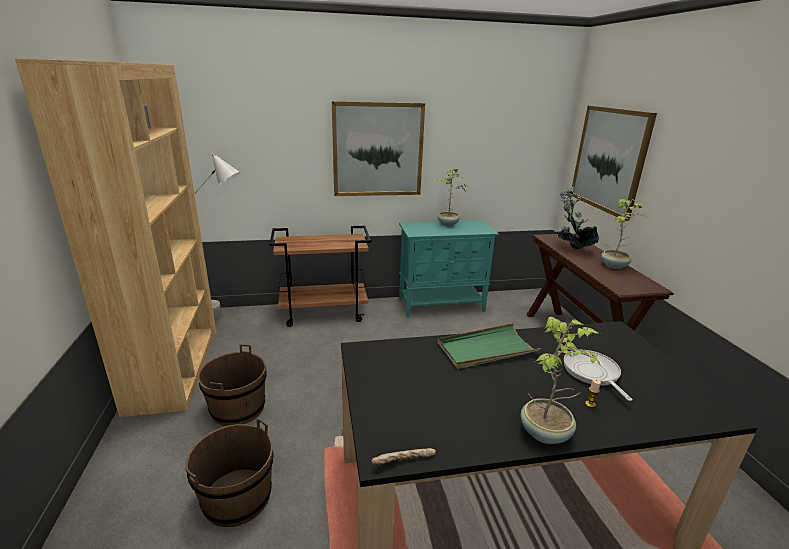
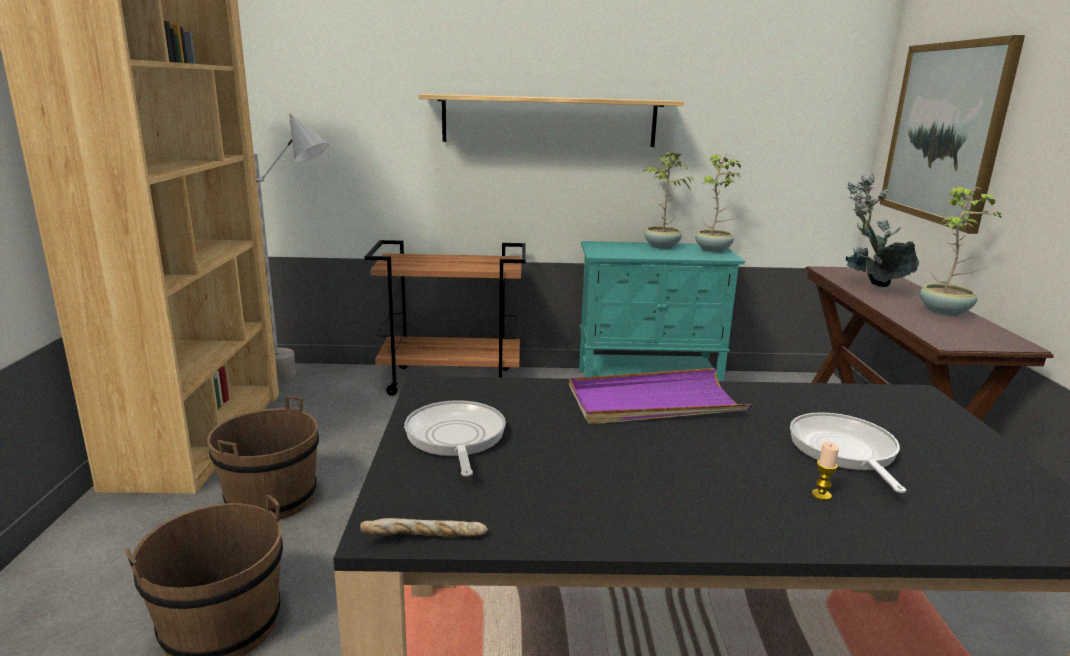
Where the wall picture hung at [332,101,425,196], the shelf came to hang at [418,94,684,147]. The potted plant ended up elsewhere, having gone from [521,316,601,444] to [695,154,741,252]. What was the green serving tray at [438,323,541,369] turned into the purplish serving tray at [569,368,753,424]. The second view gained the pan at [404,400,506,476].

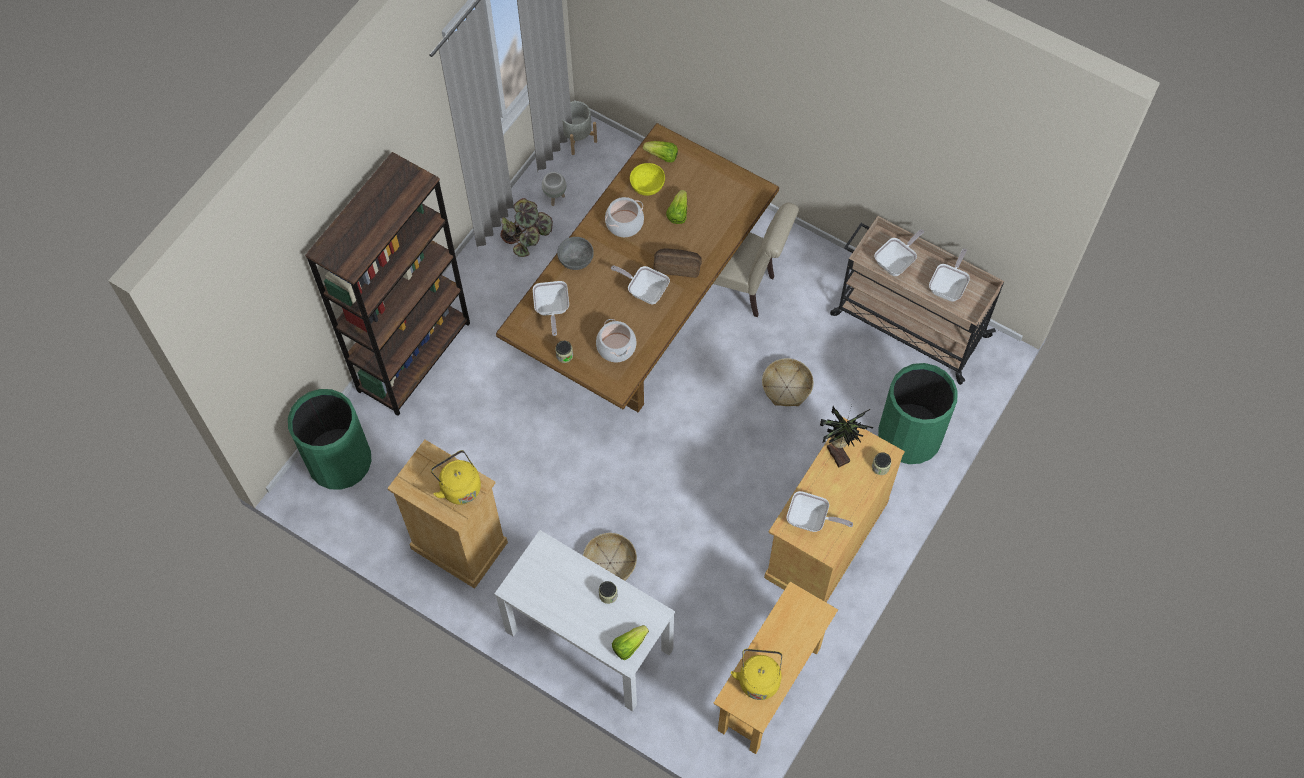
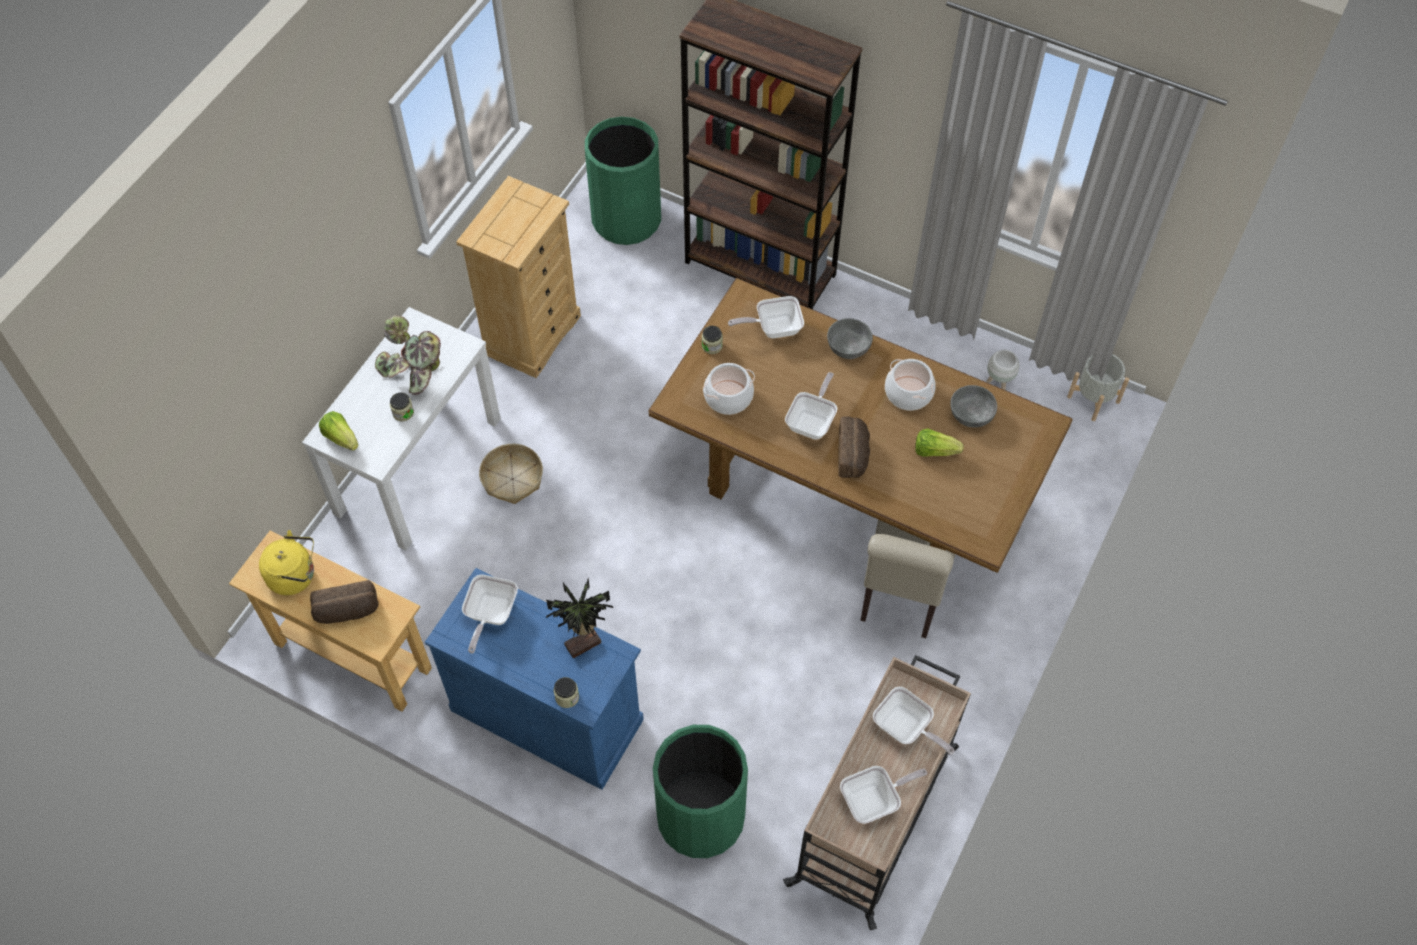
The second view lost the lettuce head at [643,141,678,163]. What was the yellow deep dish at [630,163,665,196] turned into the greyish deep dish at [950,385,997,428]. The potted plant ended up elsewhere, having gone from [500,198,553,257] to [375,315,441,395]. The pan at [929,248,970,302] ended up facing another way, 45 degrees counterclockwise from before. The second view lost the basket at [762,358,814,406]. What was the beige cupboard at [764,417,905,602] turned into the bluish cupboard at [425,568,644,790]. The second view lost the yellow water kettle at [431,450,481,505]. The second view gained the bread at [310,580,379,624].

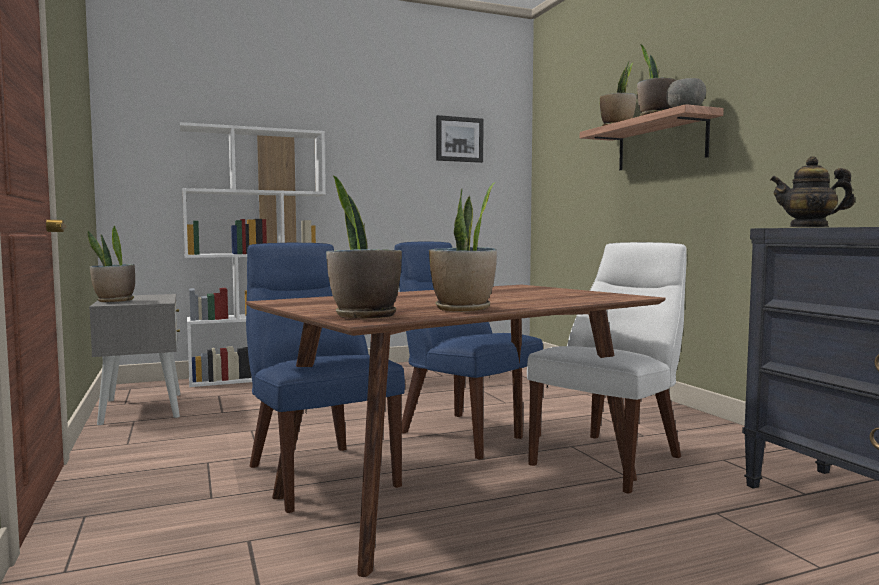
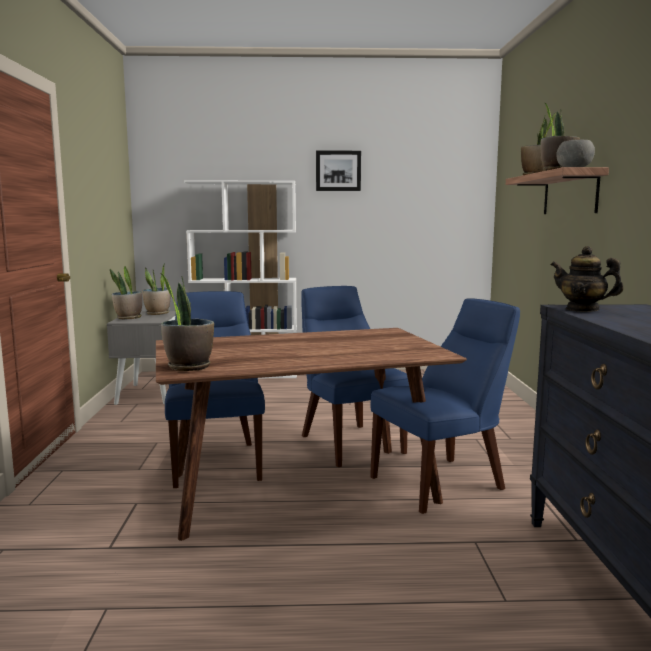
The wall picture ended up elsewhere, having gone from [436,115,484,163] to [316,151,361,191]. The potted plant ended up elsewhere, having gone from [429,183,497,312] to [142,265,170,315]. What was the white plain chair at [527,242,687,494] turned into the bluish plain chair at [370,298,520,514].

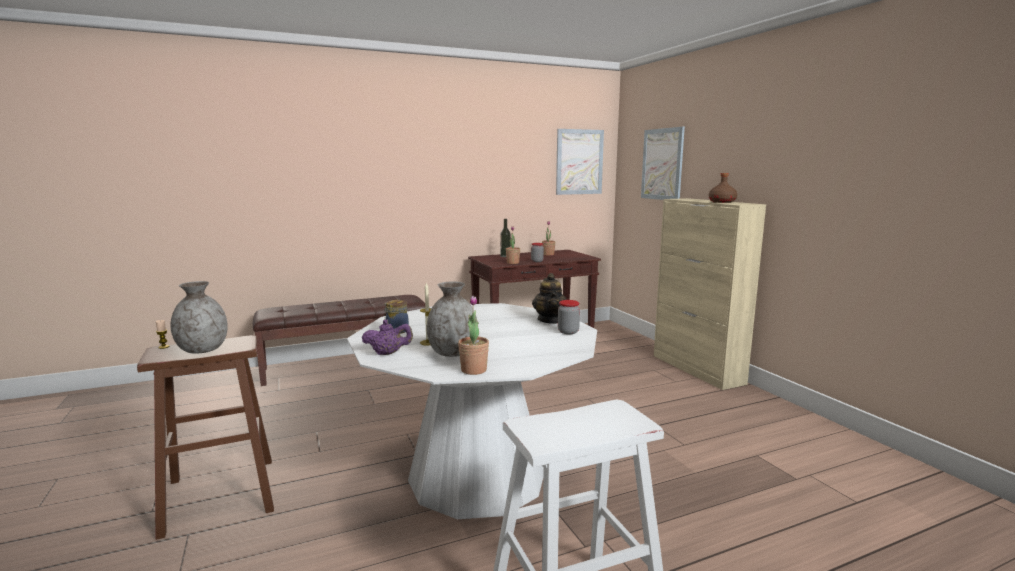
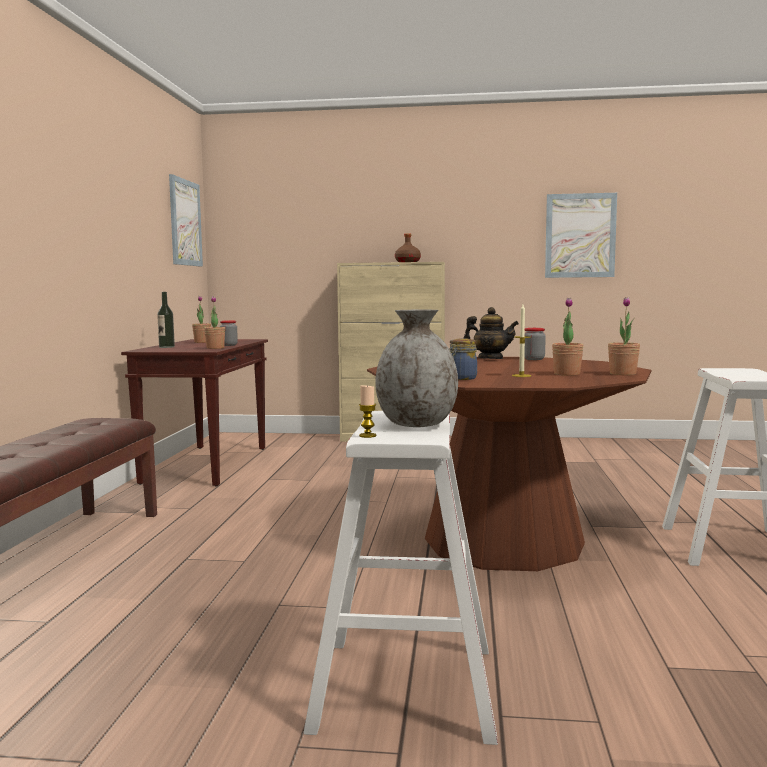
The wall picture ended up elsewhere, having gone from [641,127,685,200] to [545,193,617,278]. Where the greyish vase stood at [426,281,477,357], the potted plant came to stand at [552,298,584,376]. What was the white dining table at [347,303,597,519] turned into the brown-coloured dining table at [367,357,651,571]. The second view lost the purplish teapot at [362,320,413,355]. What was the brown-coloured stool seat at [137,335,274,540] turned into the white stool seat at [303,411,498,745].

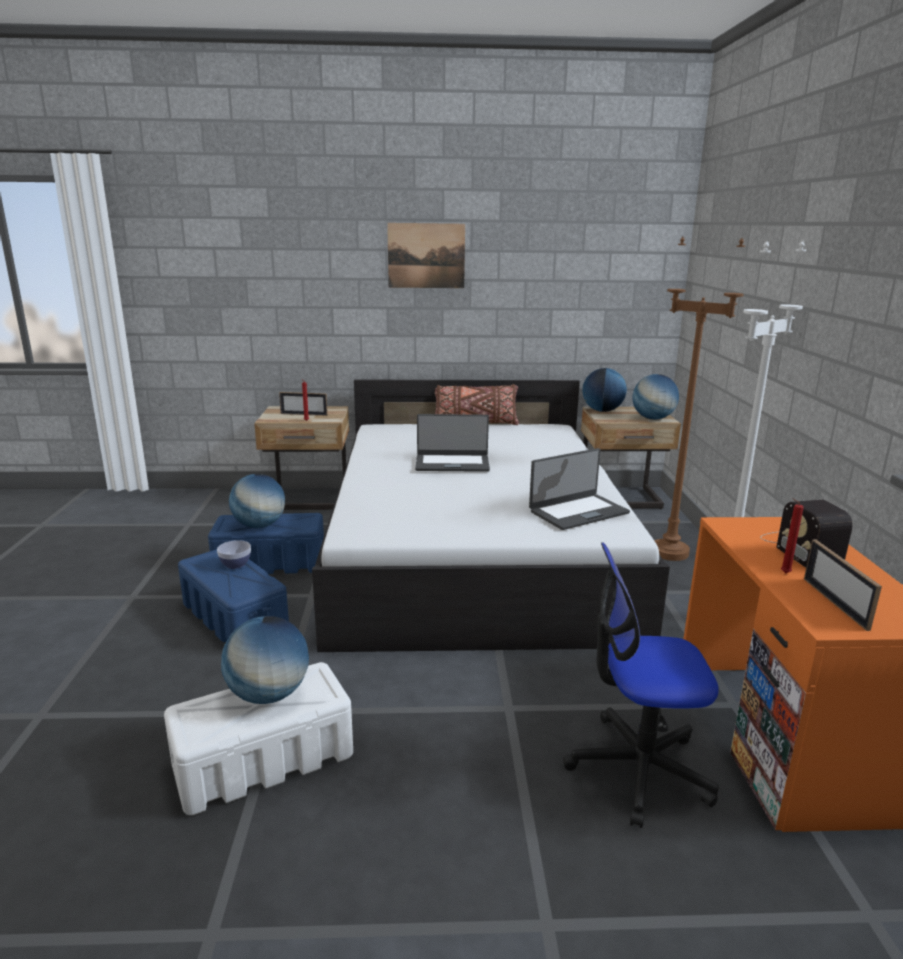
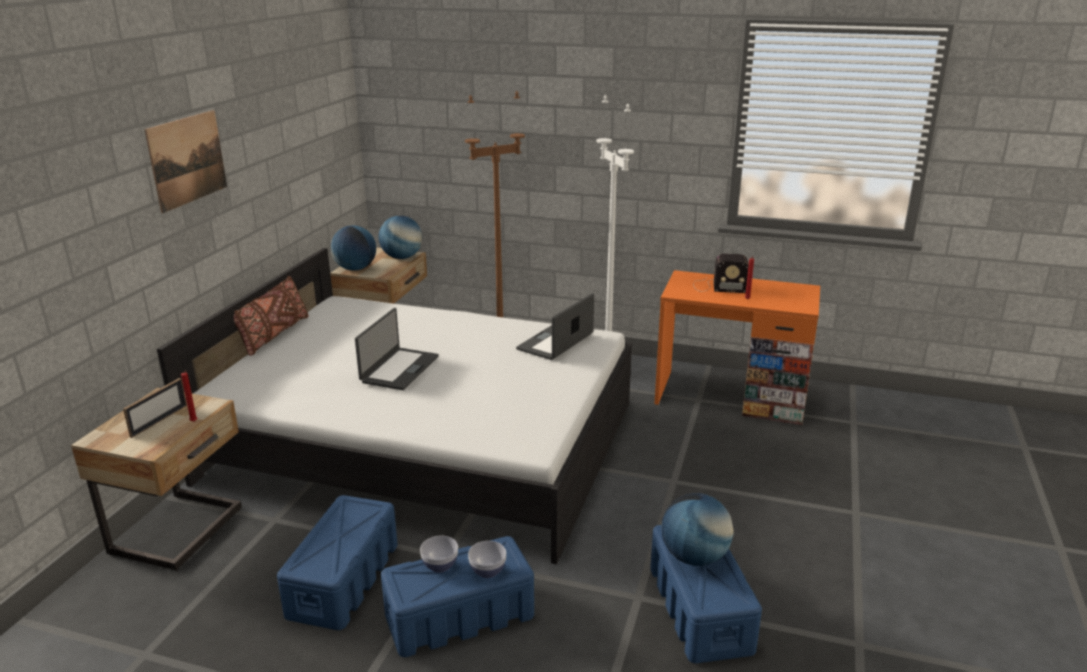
The notebook computer at [529,448,630,530] ended up facing another way, 135 degrees counterclockwise from before. The second view lost the world globe at [229,474,285,528]. The second view lost the photo frame at [804,539,882,631]. The second view lost the office chair at [563,543,719,828]. What was the white storage container at [164,662,353,815] turned into the bluish storage container at [650,525,762,663]. The second view gained the deep dish at [468,541,506,578].

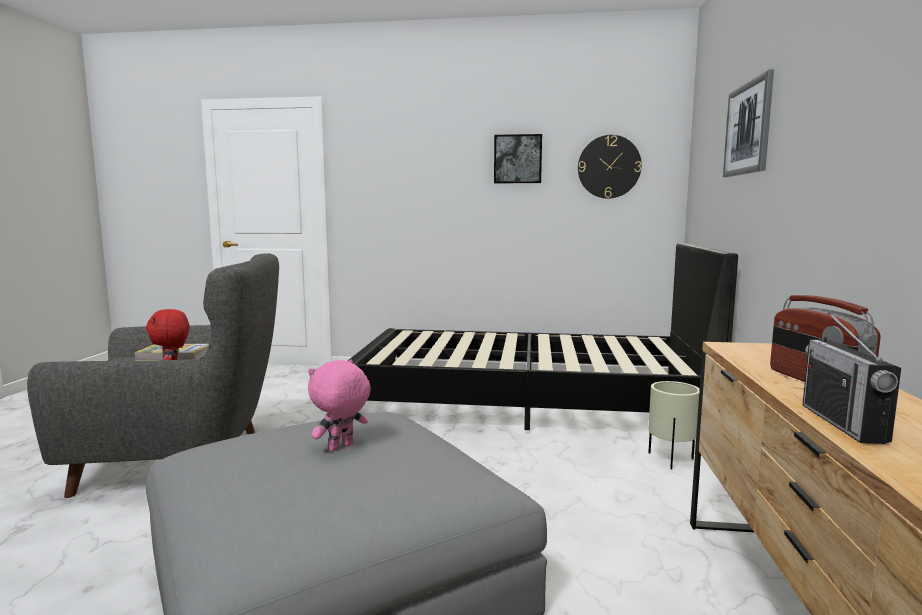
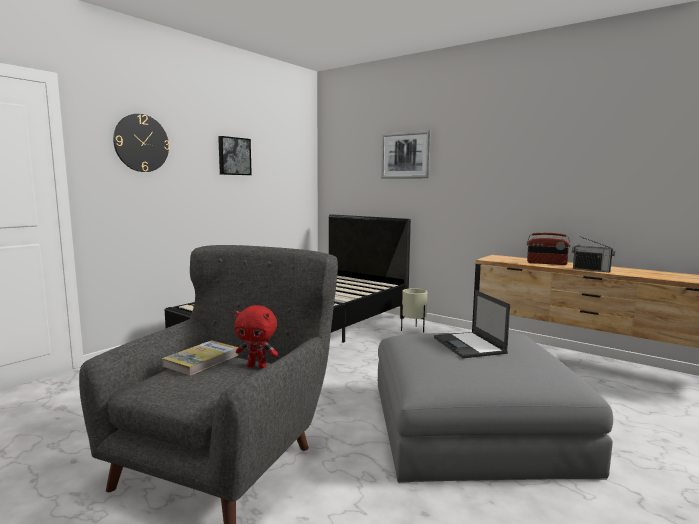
The wall clock ended up elsewhere, having gone from [578,135,642,199] to [113,114,170,172]. Where the pink-coloured cuddly toy stood at [308,360,371,451], the notebook computer came to stand at [434,290,510,358].

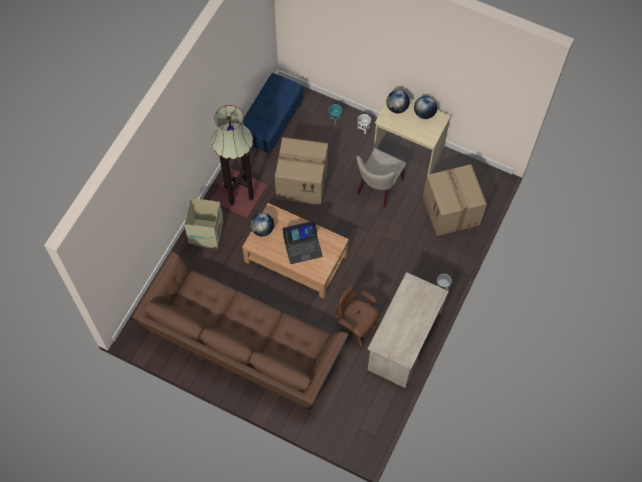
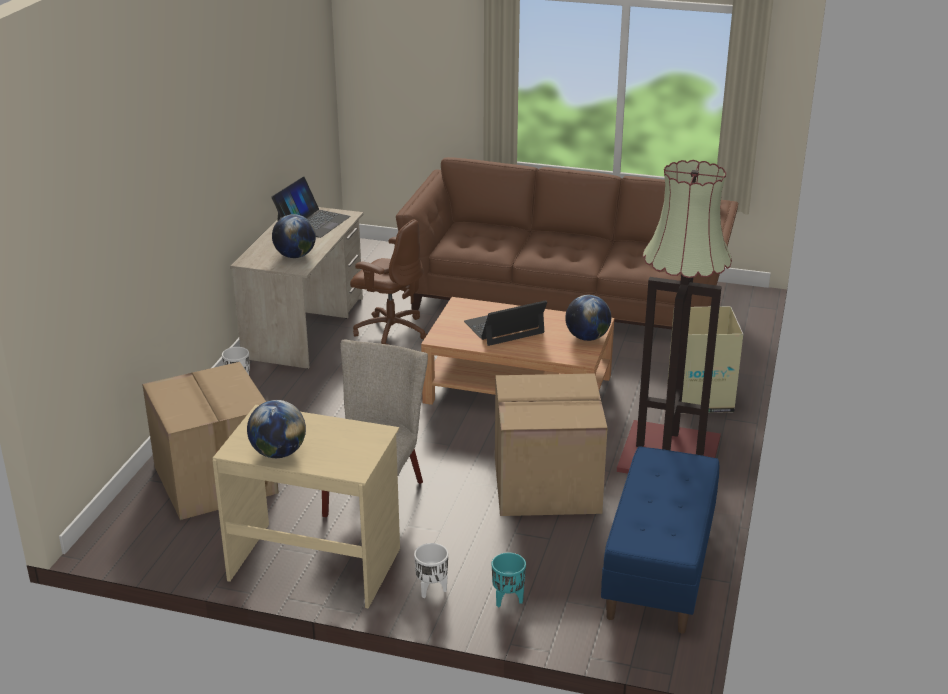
The world globe ended up elsewhere, having gone from [386,90,410,113] to [272,214,316,258]. The second view gained the notebook computer at [271,177,351,238].

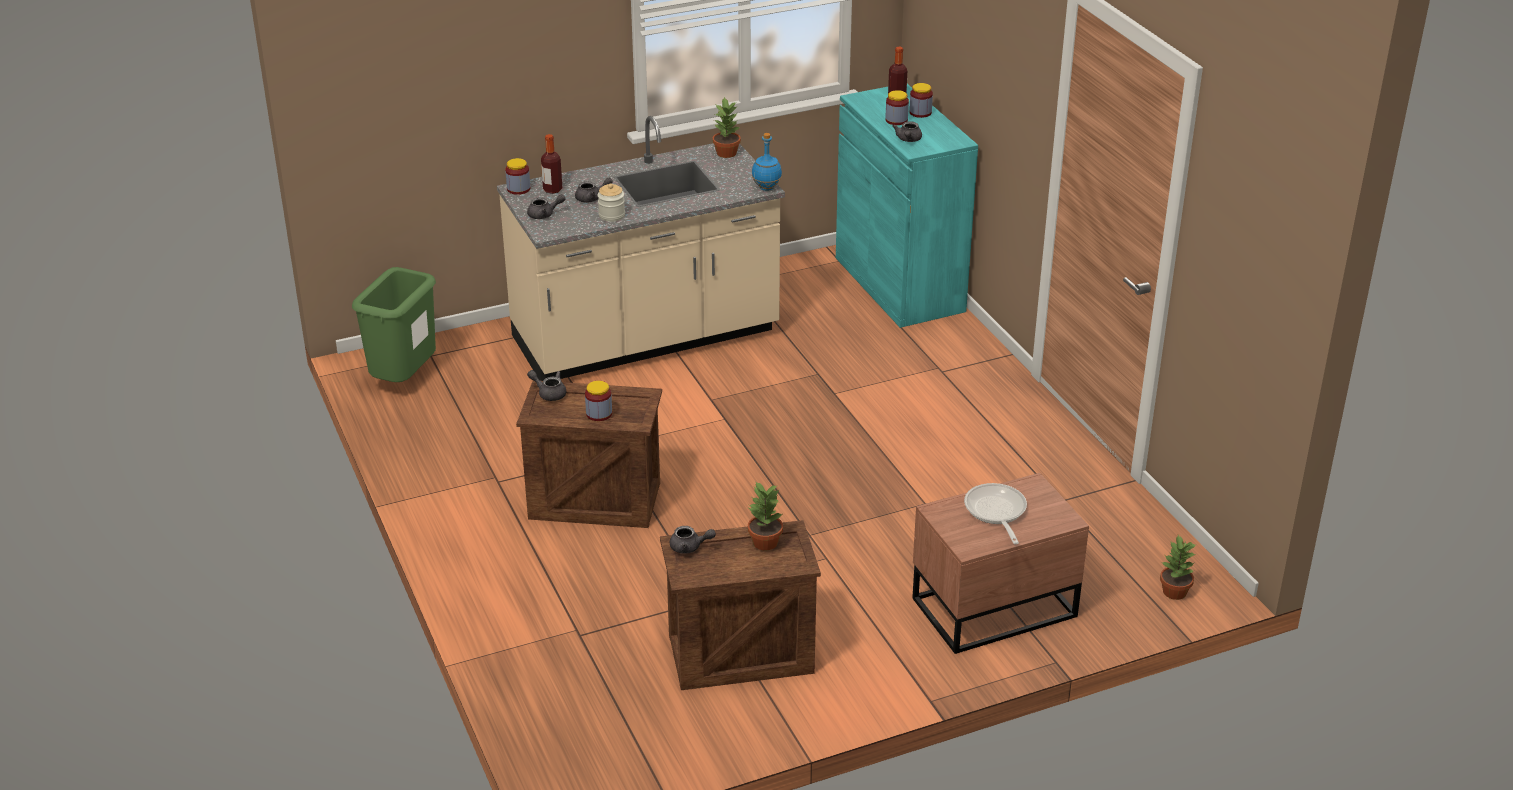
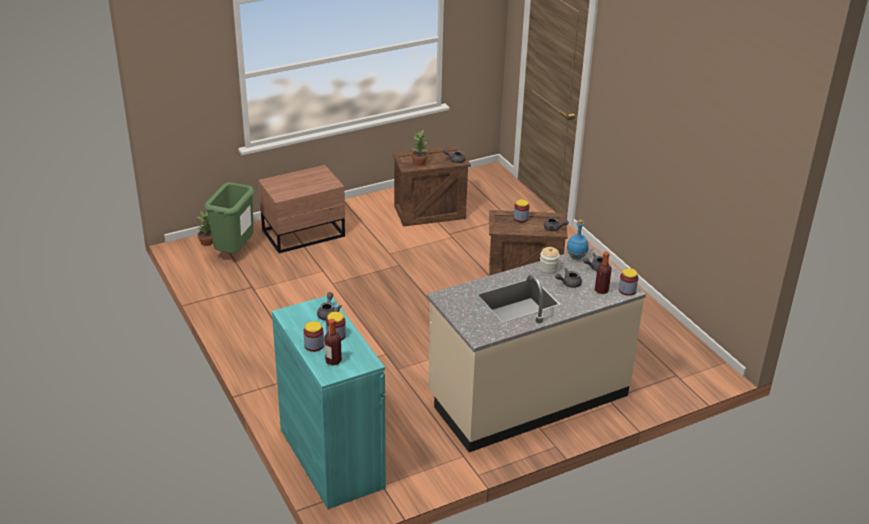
The second view lost the potted plant at [713,97,741,158]. The bluish beverage bottle ended up elsewhere, having gone from [752,133,782,191] to [566,219,589,260]. The green rubbish bin ended up elsewhere, having gone from [352,267,436,382] to [204,182,254,253]. The second view lost the pan at [964,483,1027,544].

